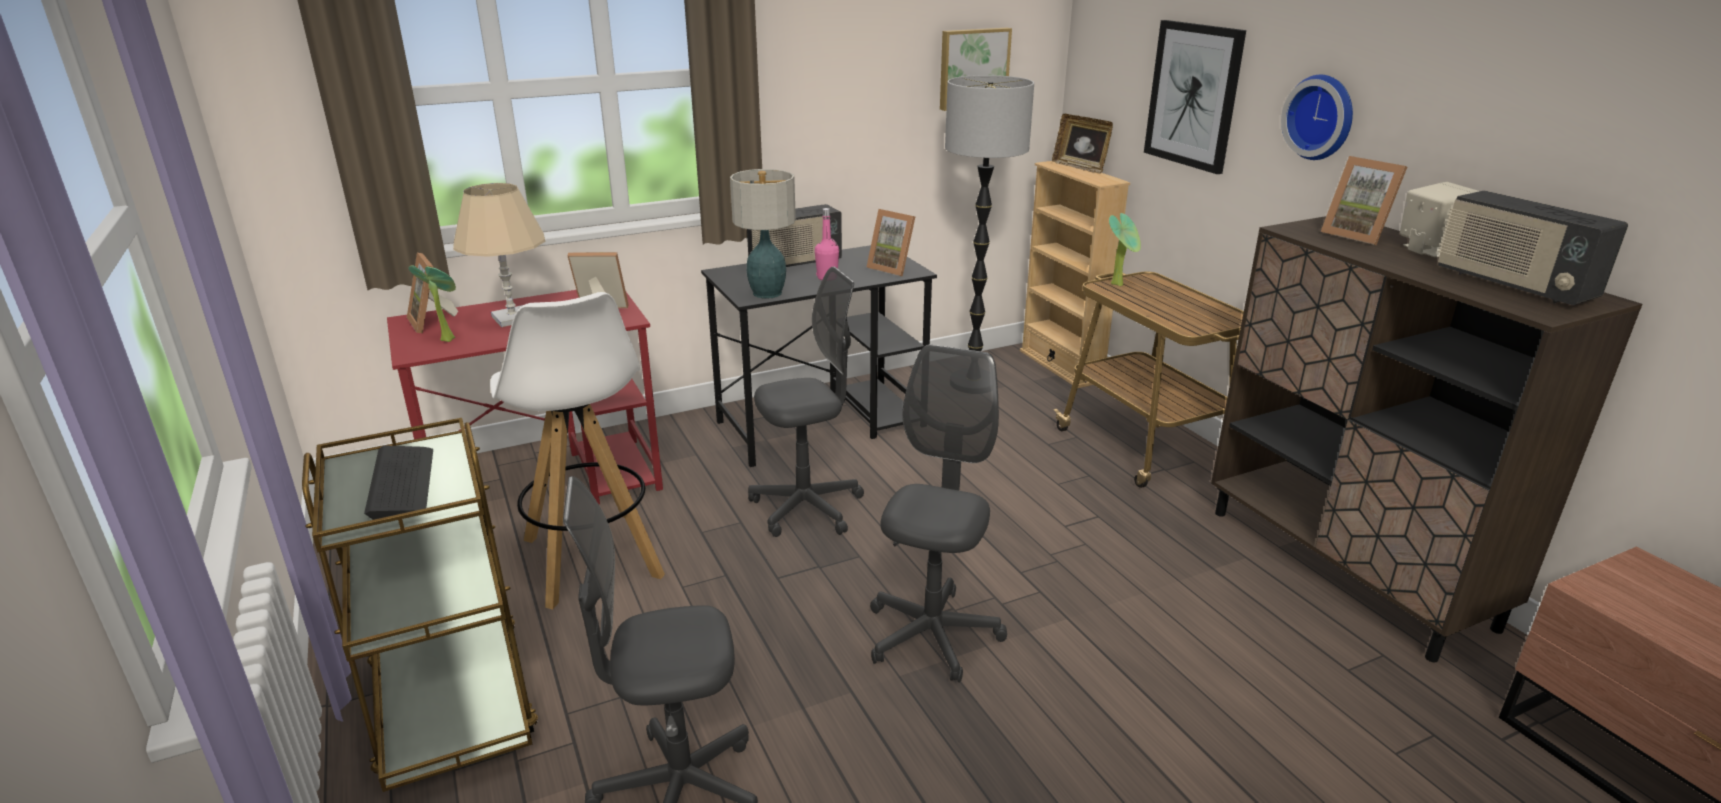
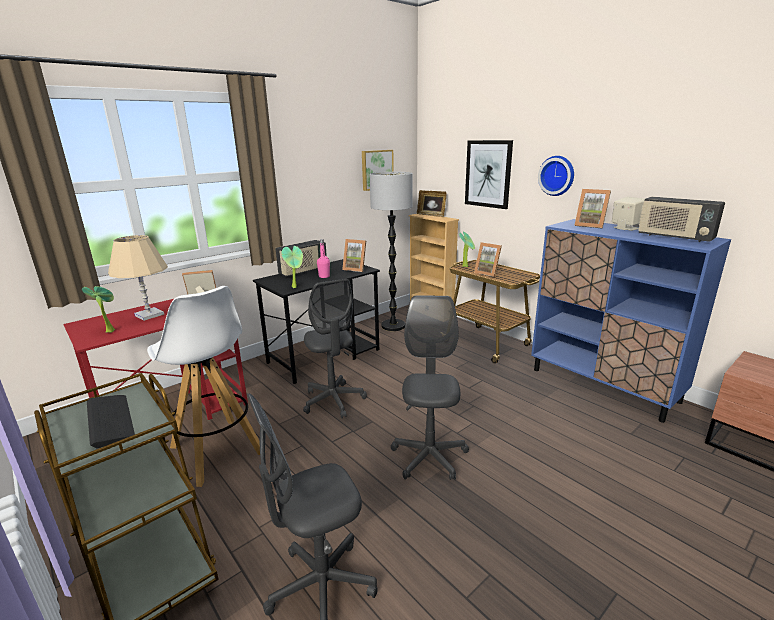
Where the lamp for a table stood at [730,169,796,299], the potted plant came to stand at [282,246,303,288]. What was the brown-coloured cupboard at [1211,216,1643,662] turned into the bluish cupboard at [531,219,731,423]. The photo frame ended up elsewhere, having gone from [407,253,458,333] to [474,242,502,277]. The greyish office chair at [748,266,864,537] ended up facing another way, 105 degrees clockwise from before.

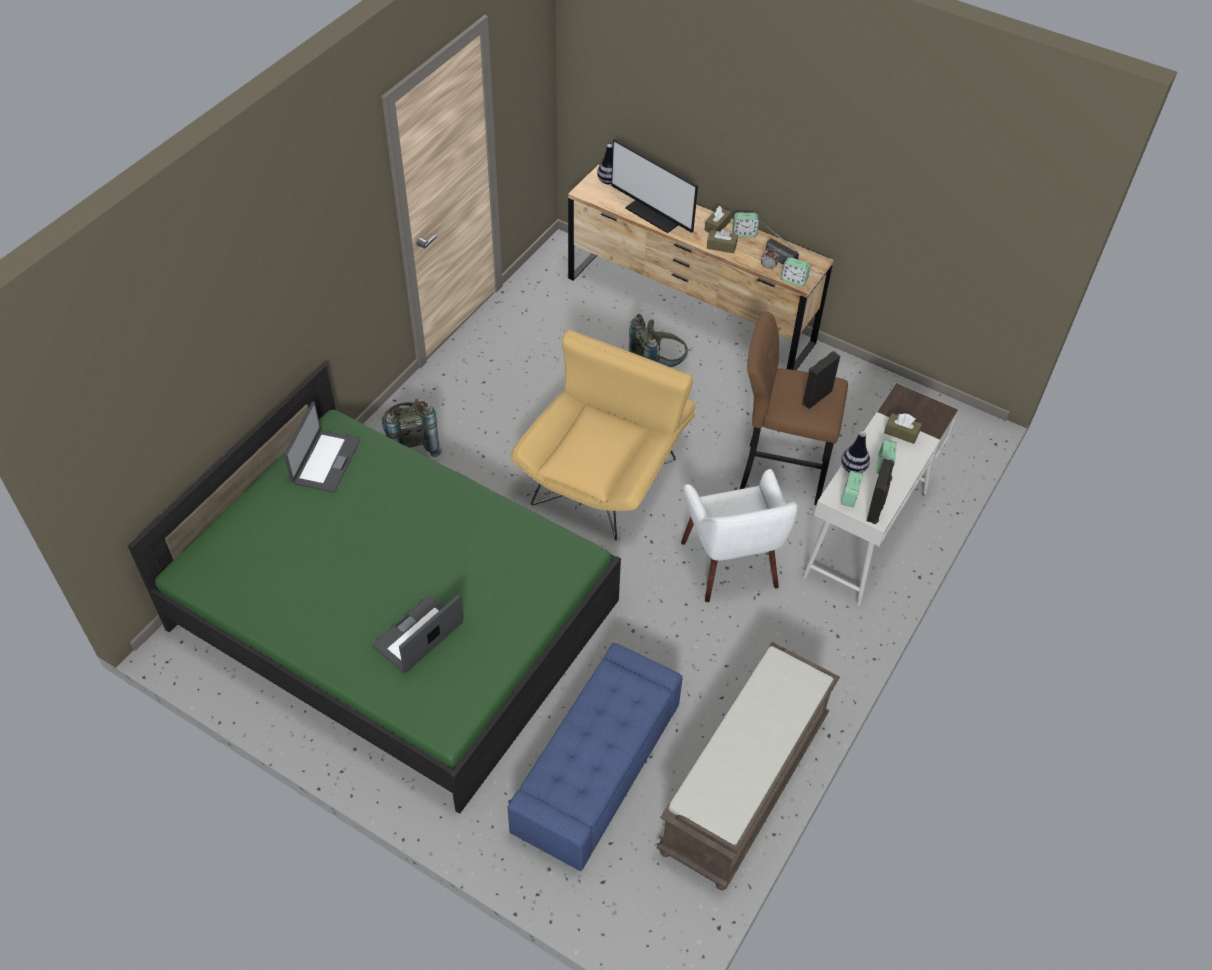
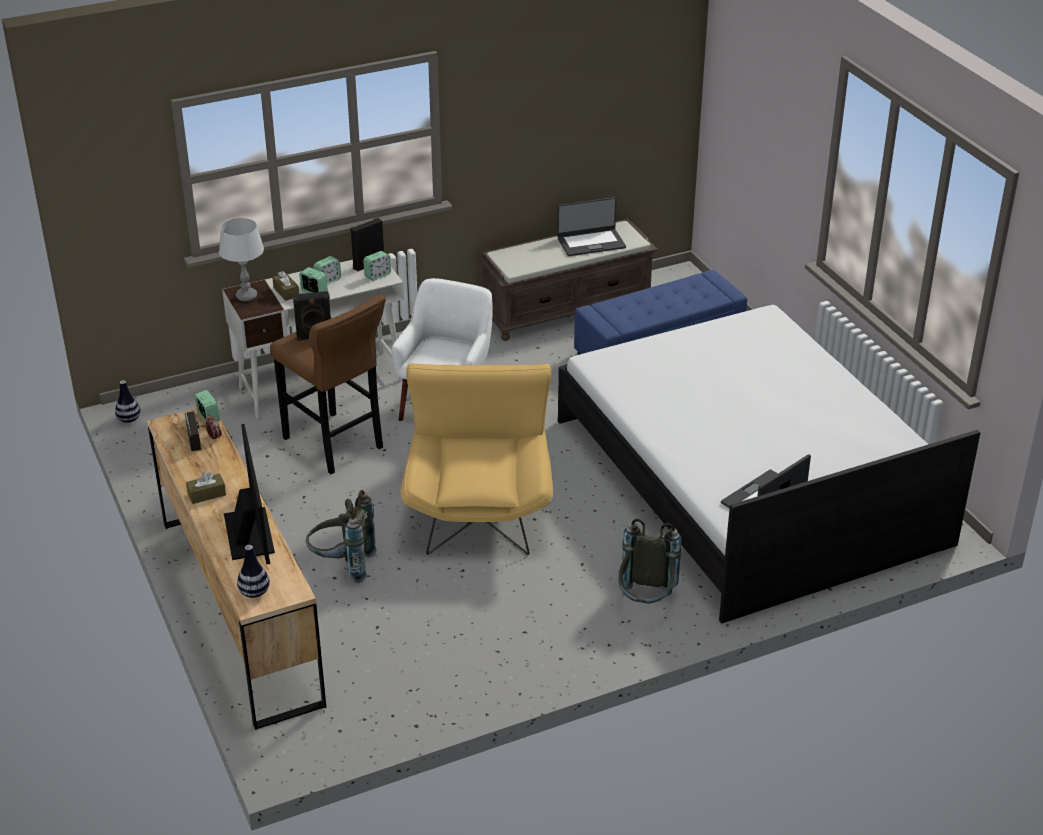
The alarm clock ended up elsewhere, having gone from [733,213,759,237] to [299,267,328,293]. The second view lost the brown-coloured tissue holder at [707,228,738,253]. The yellow easy chair at [511,329,695,540] ended up facing another way, 120 degrees clockwise from before. What was the green bed at [128,364,621,814] turned into the white bed at [558,305,981,624]. The vase ended up elsewhere, having gone from [841,431,870,473] to [115,380,140,423]. The notebook computer ended up elsewhere, having gone from [371,595,463,673] to [557,197,626,256]. The second view gained the greyish lamp for a table at [219,218,264,301].

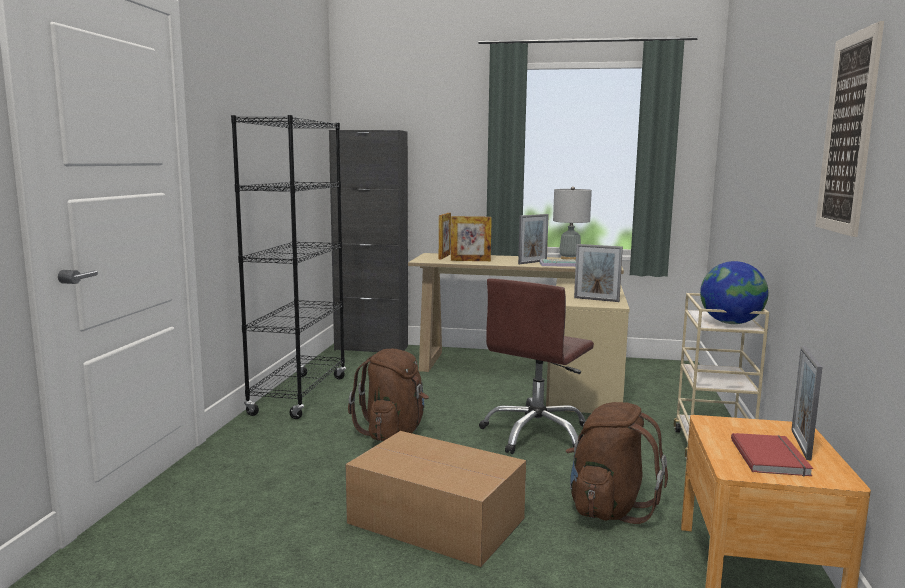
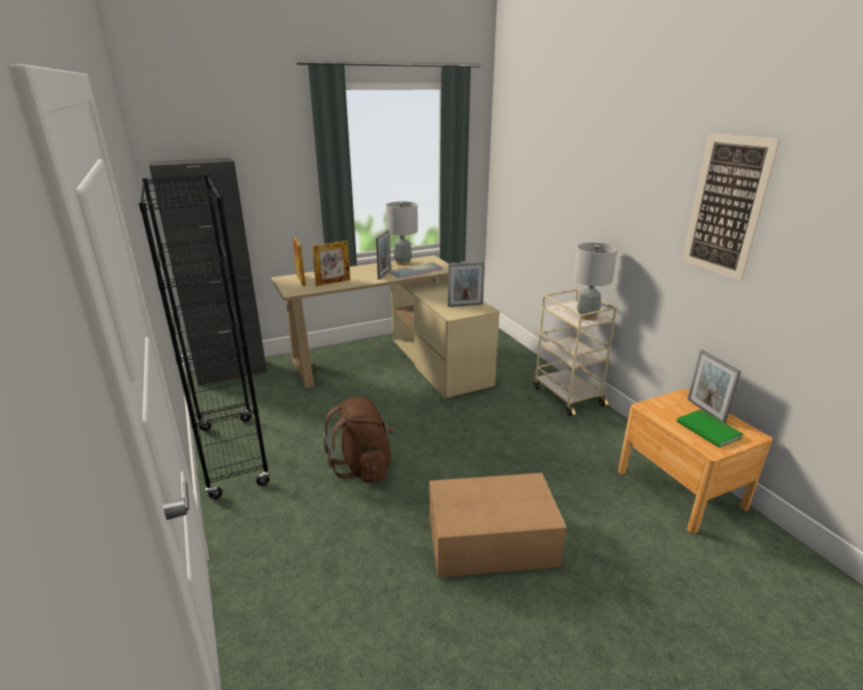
Where the world globe stood at [700,261,769,324], the greyish lamp for a table came to stand at [573,243,618,320]. The second view lost the brown-coloured office chair at [479,278,594,454]. The second view lost the brown-coloured knapsack at [566,402,668,524]. What was the reddish volume at [731,433,813,476] turned into the green volume at [677,409,743,448].

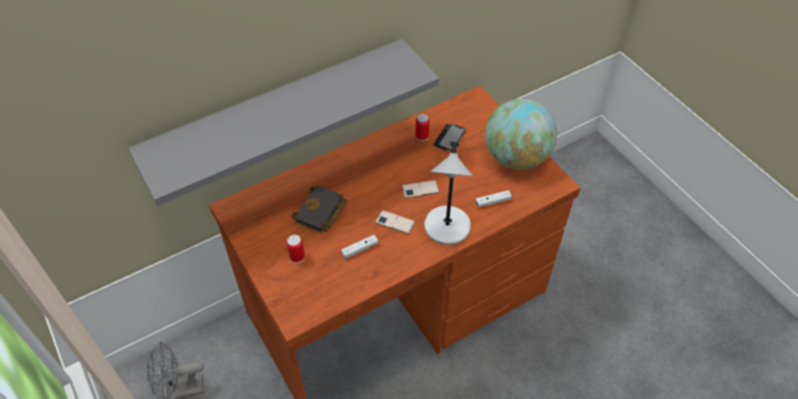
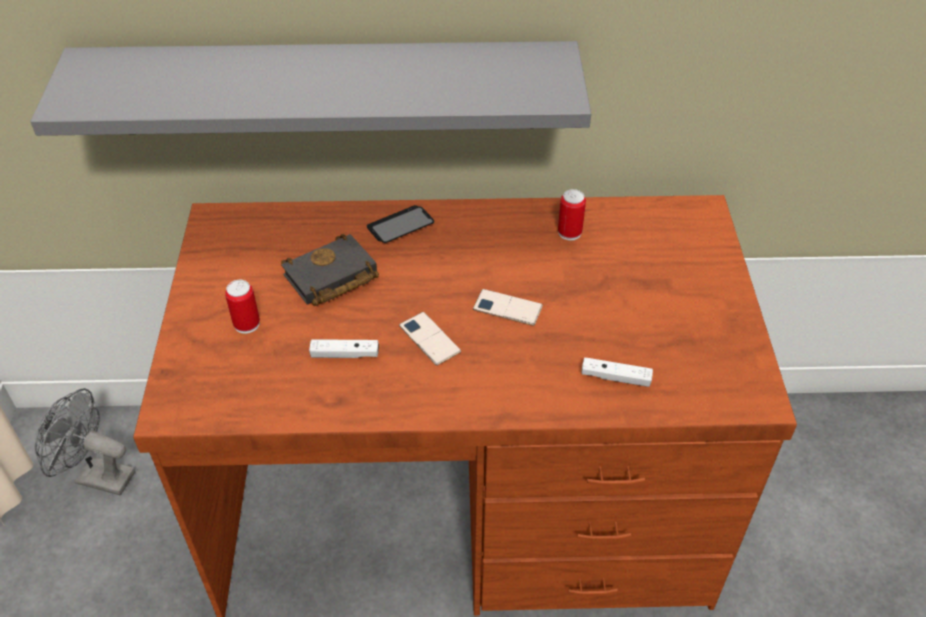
The second view lost the world globe at [485,98,557,170]. The phone ended up elsewhere, having gone from [433,124,466,151] to [367,205,434,243]. The second view lost the greyish lamp for a table at [424,142,473,245].

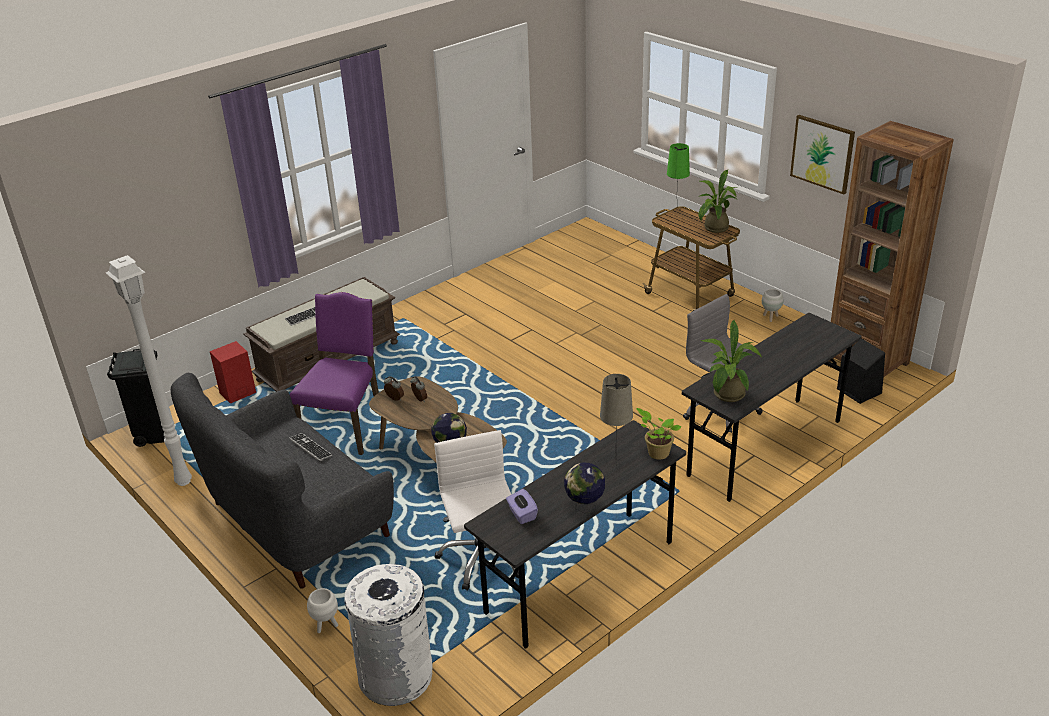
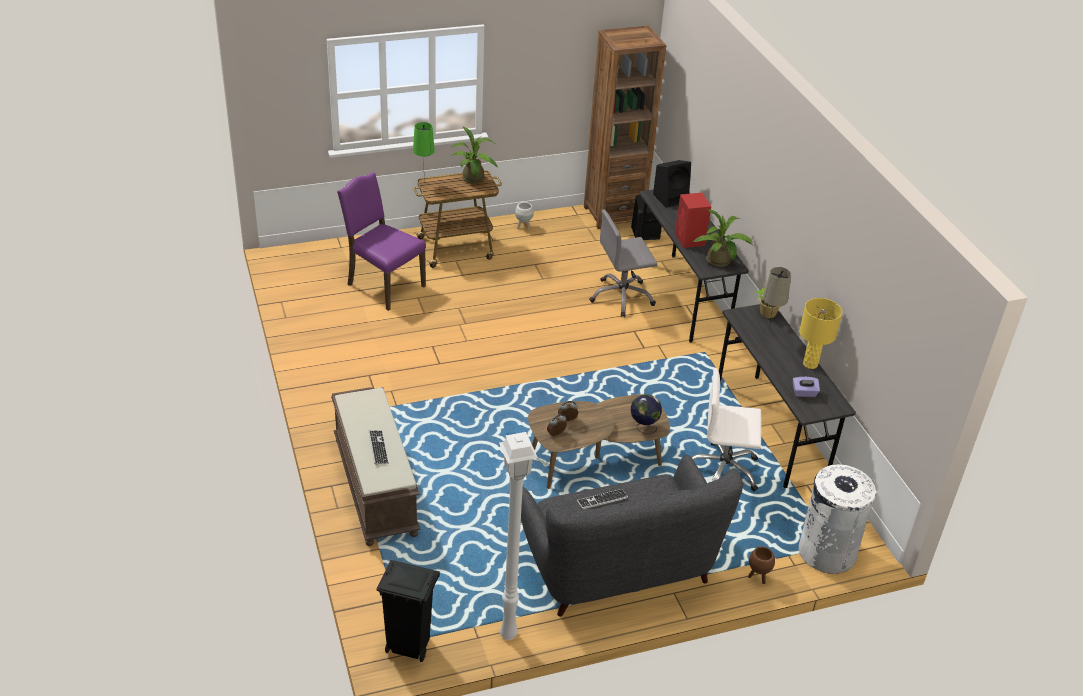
The second view lost the wall picture at [790,115,855,195]. The purplish plain chair ended up elsewhere, having gone from [290,292,379,455] to [337,172,426,311]. The reddish speaker ended up elsewhere, having gone from [210,341,256,404] to [675,193,711,248]. Where the world globe stood at [564,462,605,514], the yellow lamp for a table came to stand at [799,298,842,369]. What was the white plant pot at [307,588,338,633] turned into the brown-coloured plant pot at [748,547,775,584]. The second view gained the black-coloured speaker at [653,160,691,207].

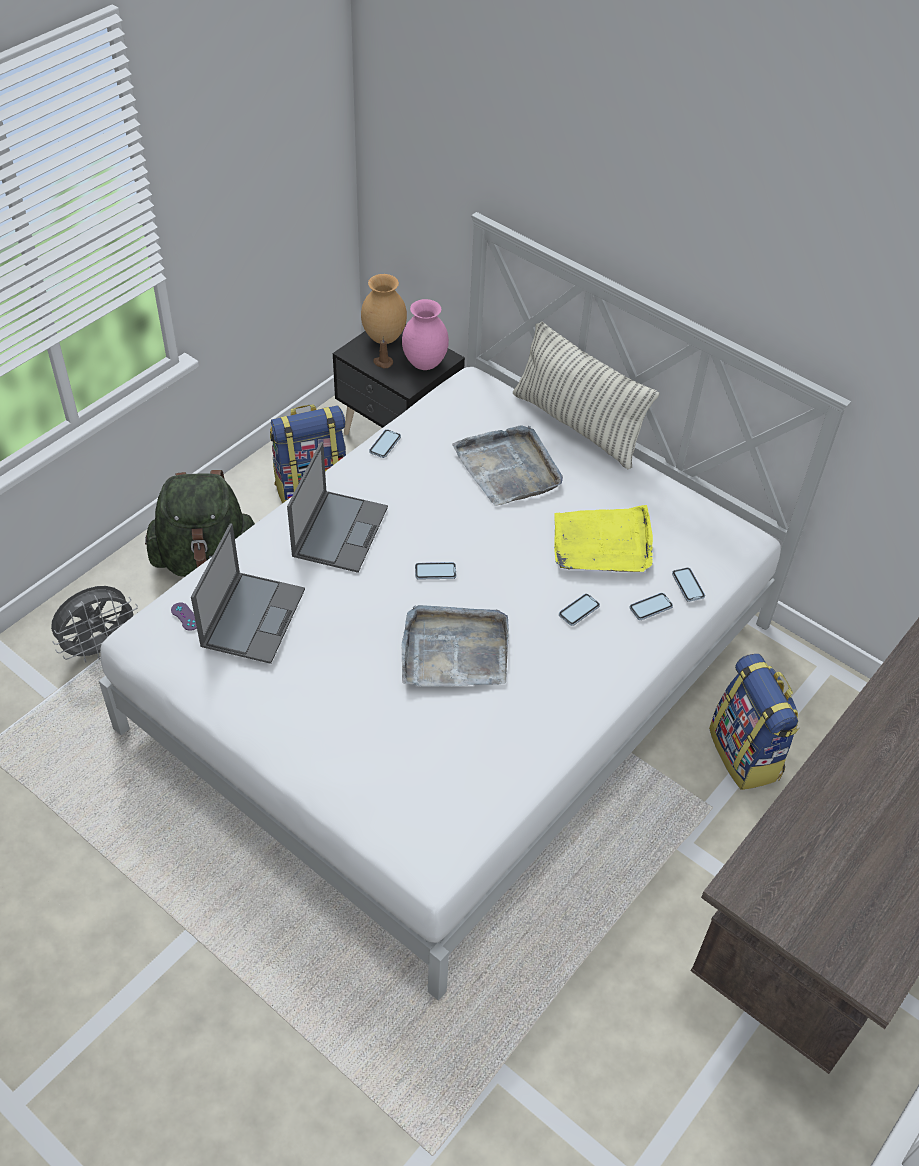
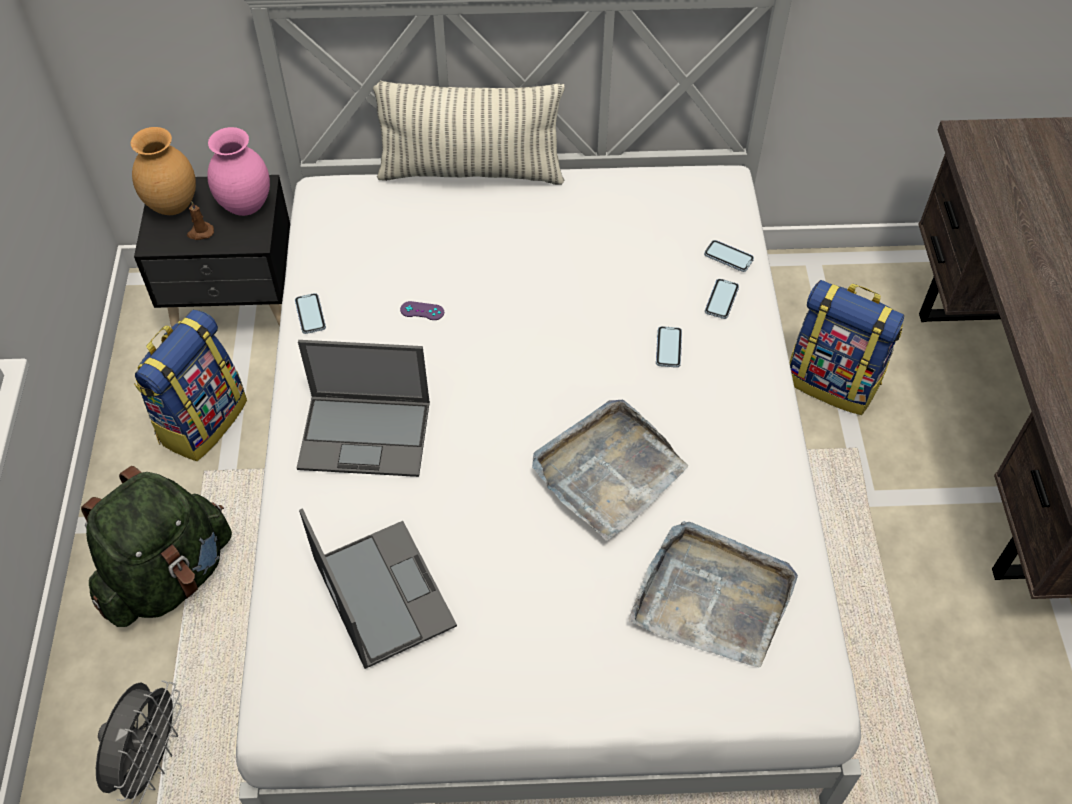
The greyish serving tray ended up elsewhere, having gone from [452,426,563,506] to [628,521,798,667]. The notebook computer at [287,442,388,573] ended up facing another way, 120 degrees clockwise from before. The second view lost the yellow serving tray at [554,505,653,572]. The second view lost the phone at [415,562,456,580]. The purplish joypad ended up elsewhere, having gone from [171,603,197,631] to [400,301,444,320].

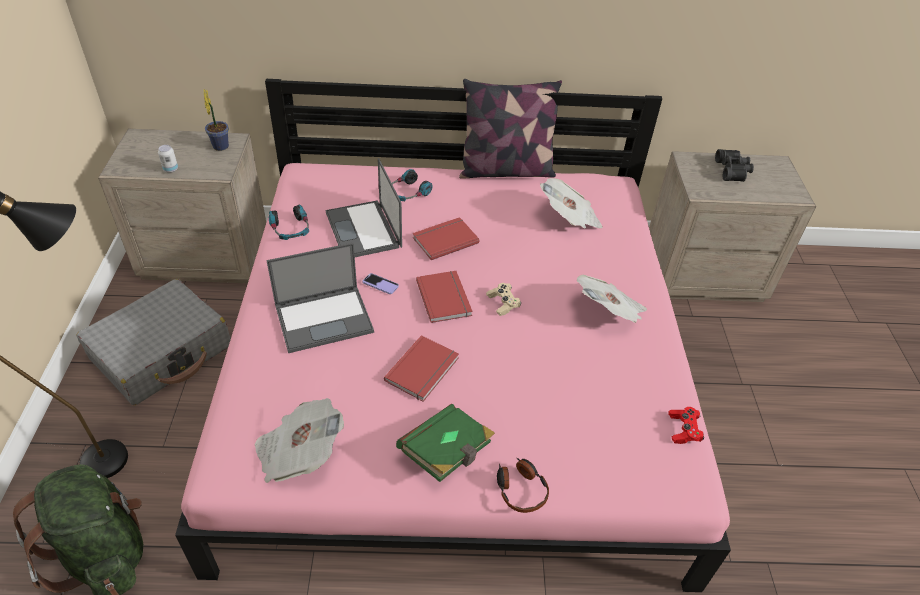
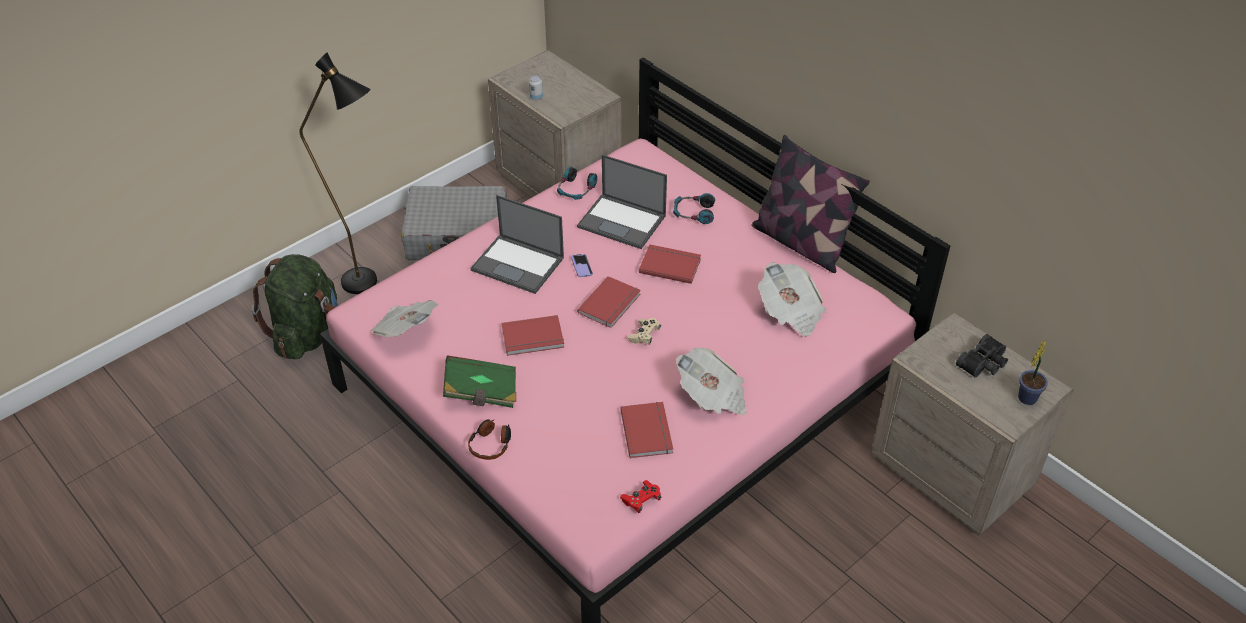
The potted plant ended up elsewhere, having gone from [204,89,229,151] to [1018,341,1048,405]. The notebook computer at [326,158,402,257] ended up facing another way, 90 degrees counterclockwise from before. The second view gained the reddish volume at [620,402,673,458].

